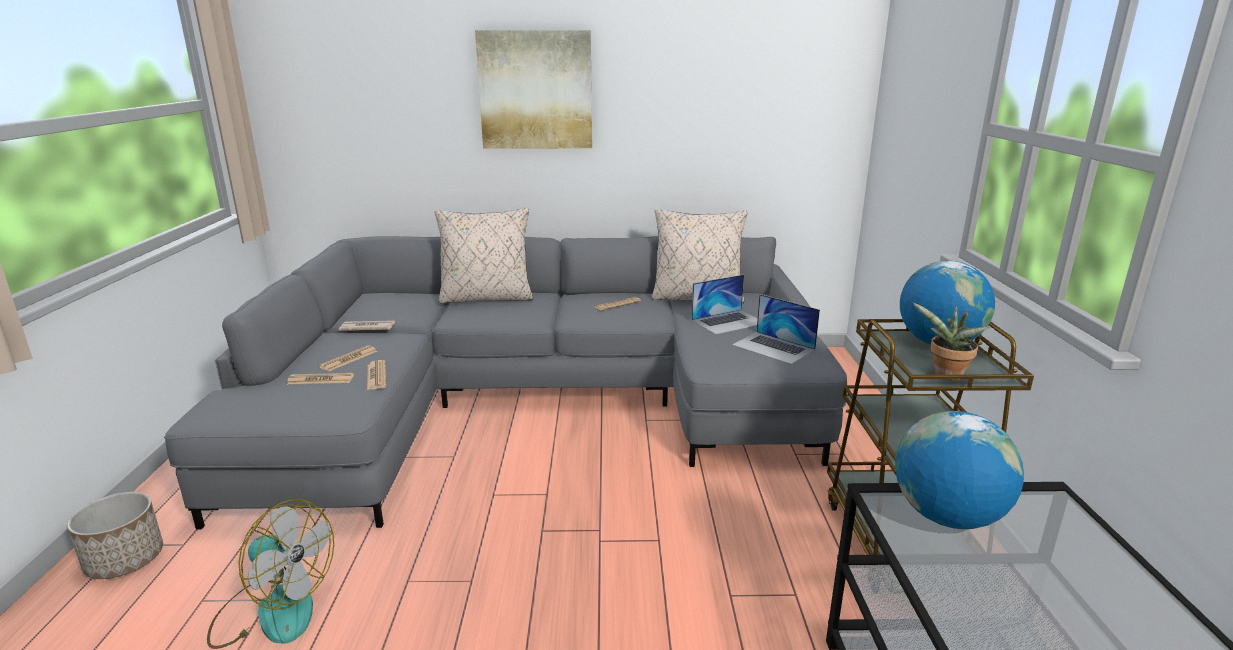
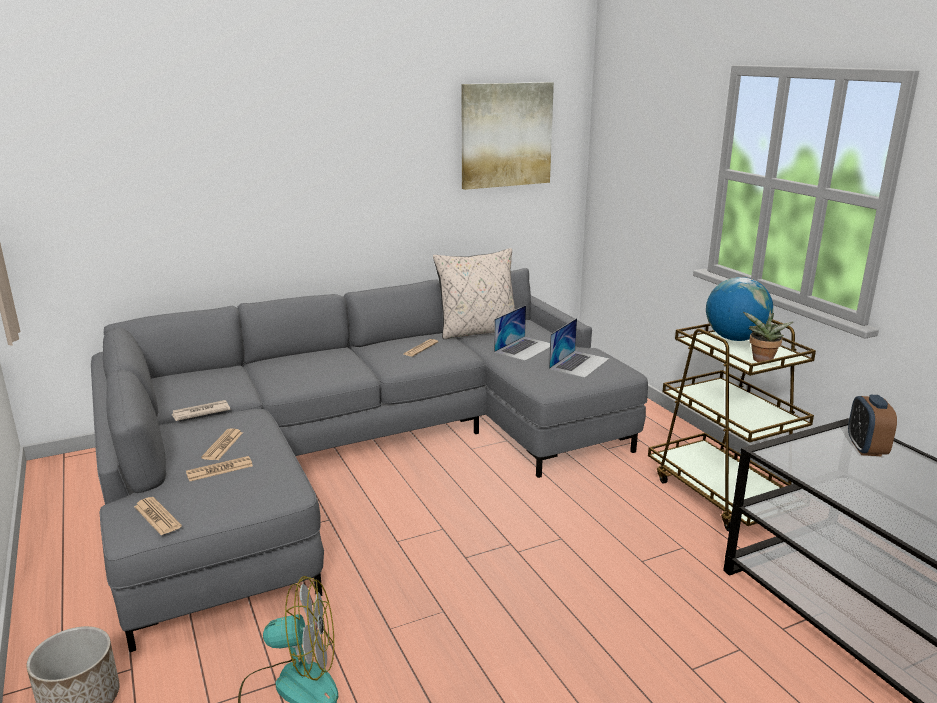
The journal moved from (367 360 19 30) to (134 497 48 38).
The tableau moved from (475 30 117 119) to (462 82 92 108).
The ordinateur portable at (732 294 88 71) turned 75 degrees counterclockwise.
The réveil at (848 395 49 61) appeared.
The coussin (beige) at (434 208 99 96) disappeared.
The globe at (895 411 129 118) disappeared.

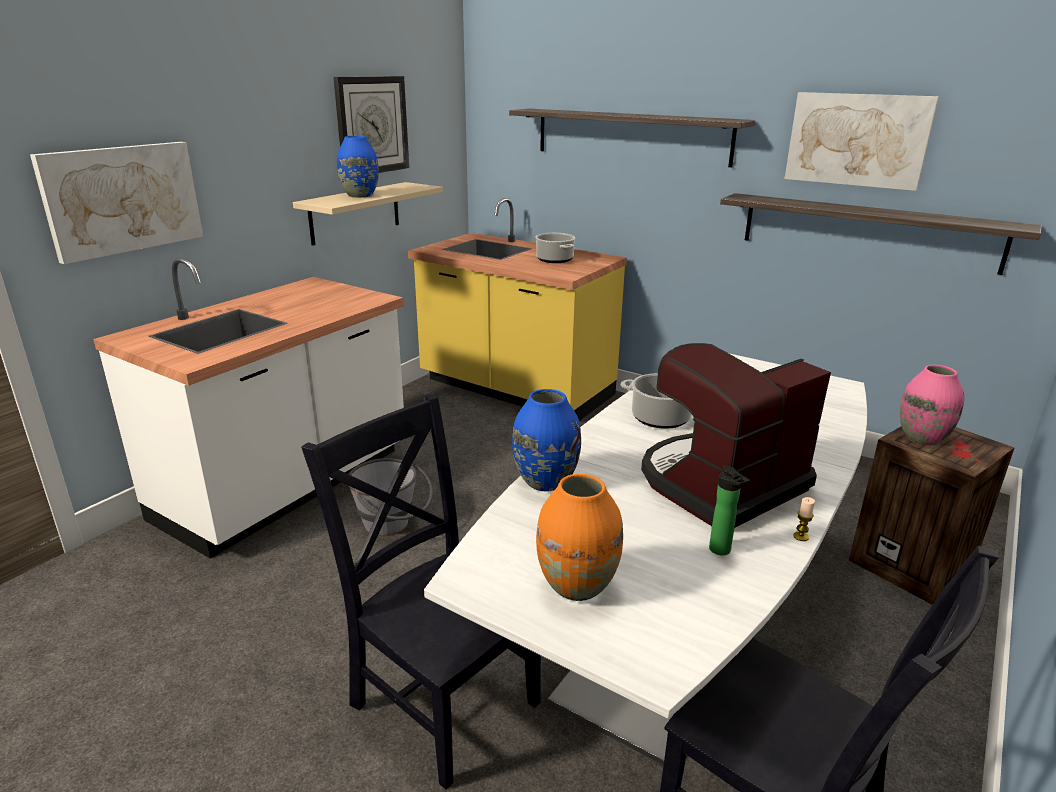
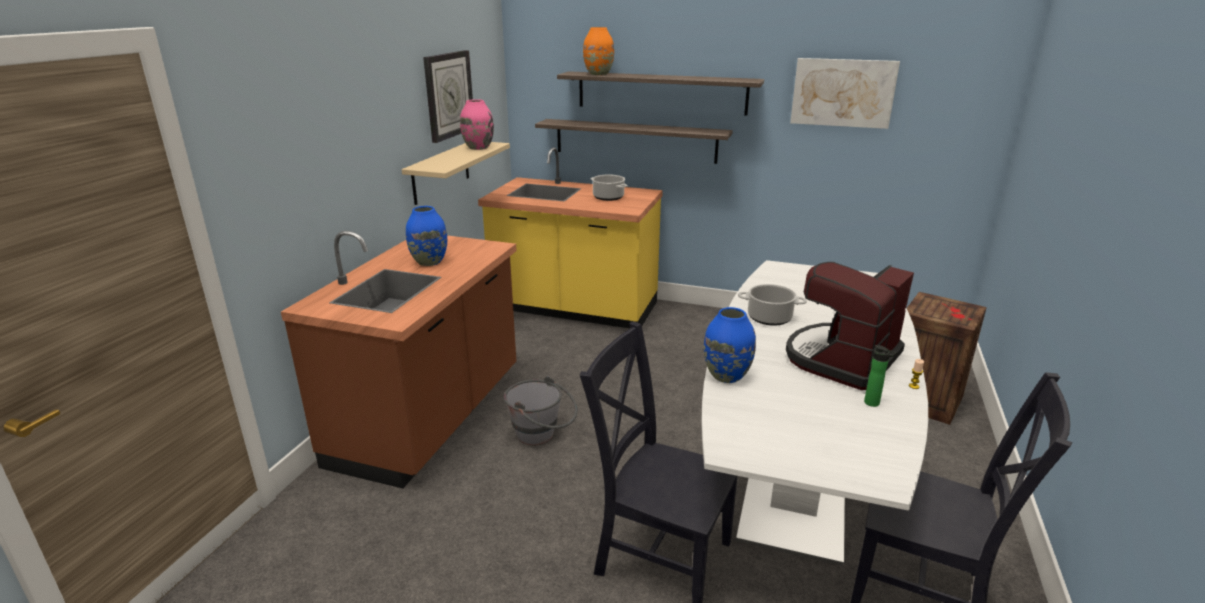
The comptoir de cuisine (blanc) at (93 258 311 301) became the comptoir de cuisine (marron) at (281 231 236 258).
The vase (bleu) moved from (337 136 42 62) to (406 206 41 60).
The vase (rose) moved from (900 365 64 81) to (460 99 34 51).
The étagère moved from (720 193 321 82) to (535 119 198 45).
The vase (orange) moved from (536 474 87 127) to (583 27 31 48).
The tableau at (30 142 173 122) disappeared.

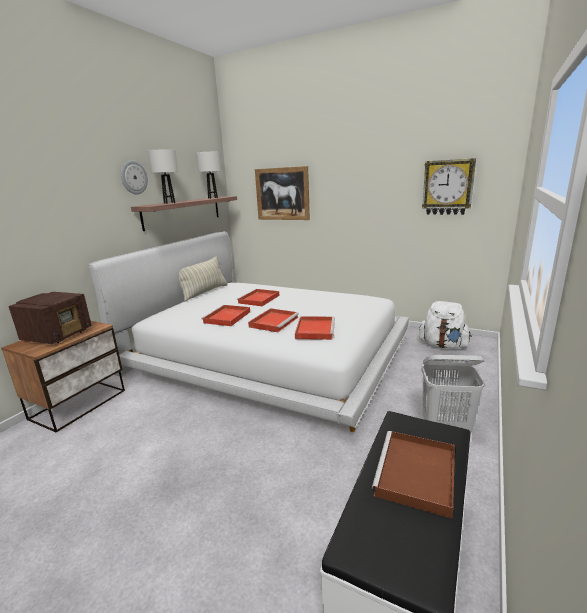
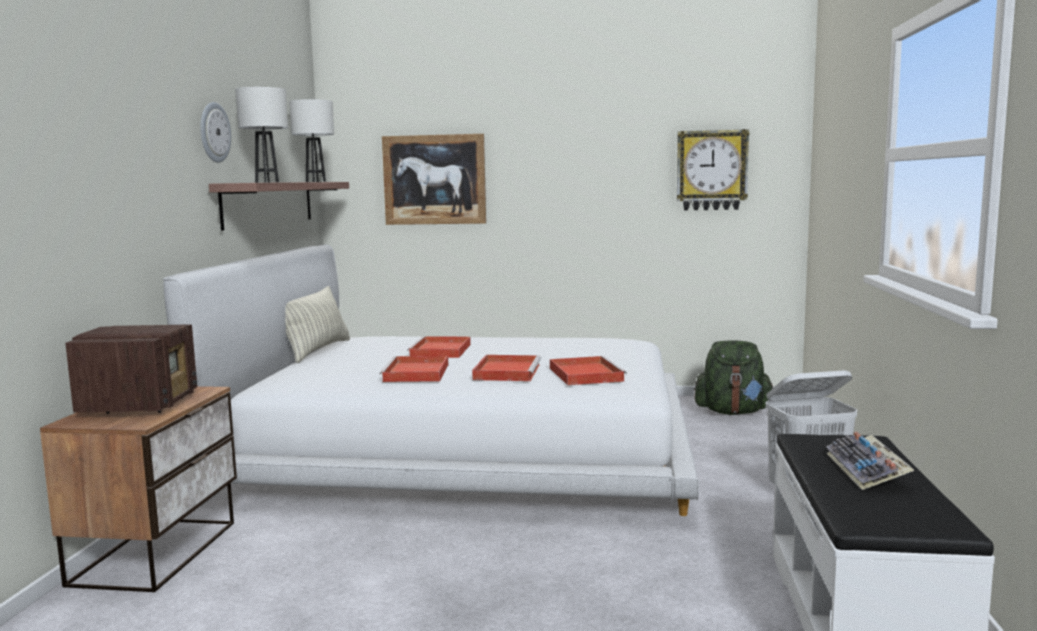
The sac à dos (blanc) at (419 301 53 48) became the sac à dos (vert) at (694 340 79 75).
The plateau (marron) at (372 431 83 87) was replaced by the clavier at (826 432 88 58).

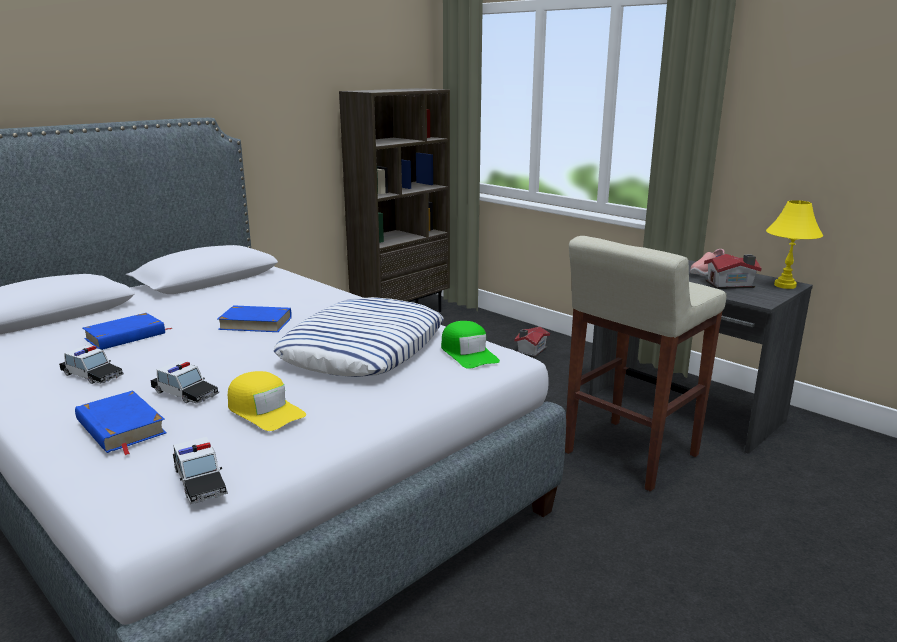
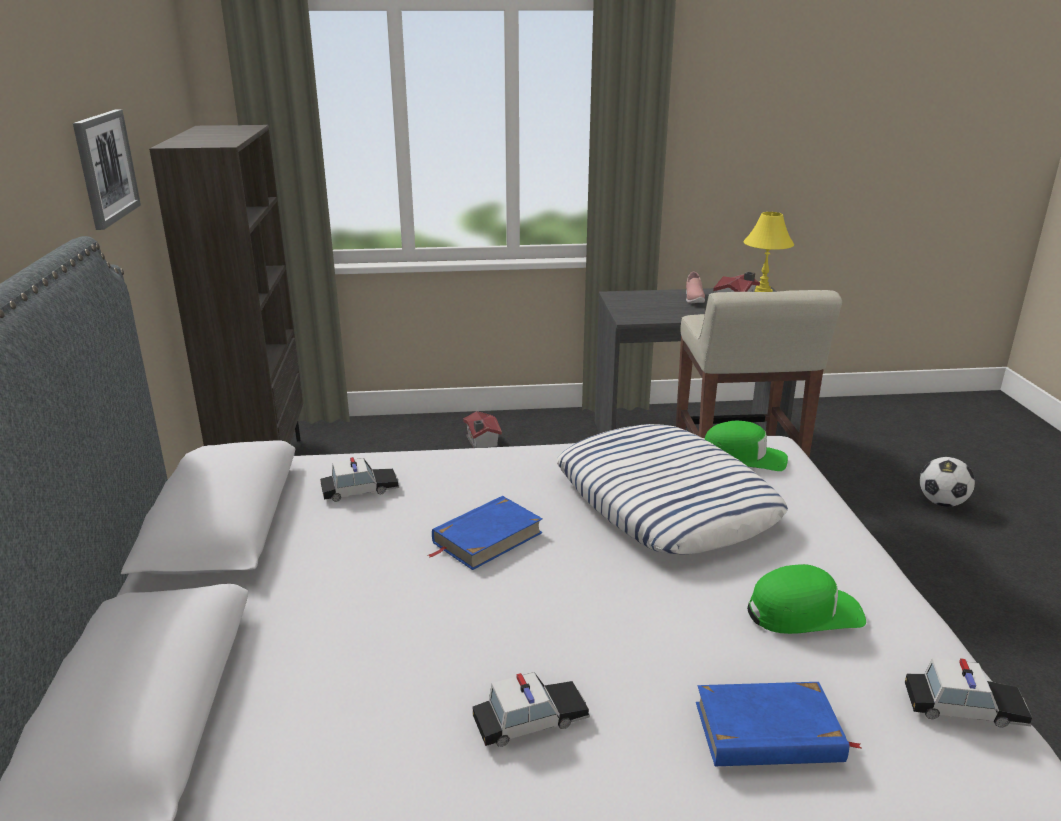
The tableau at (73 110 68 120) appeared.
The petite voiture moved from (150 361 69 43) to (320 457 79 45).
The casquette (jaune) at (228 371 78 60) became the casquette (vert) at (747 564 119 70).
The ballon de foot at (920 457 55 50) appeared.
The livre (bleu) at (83 313 89 37) disappeared.

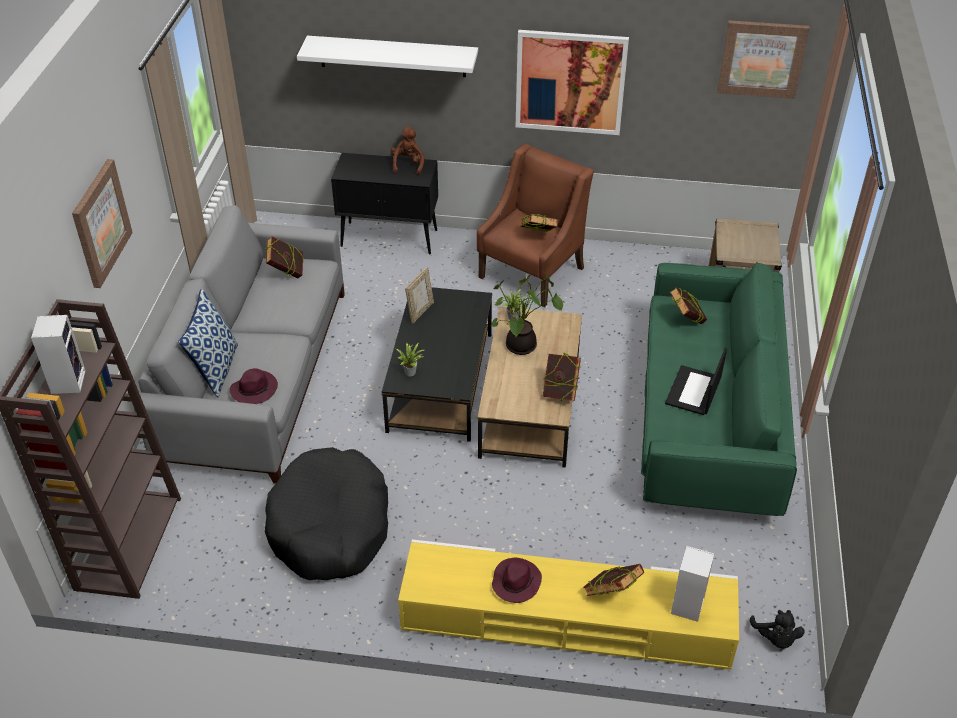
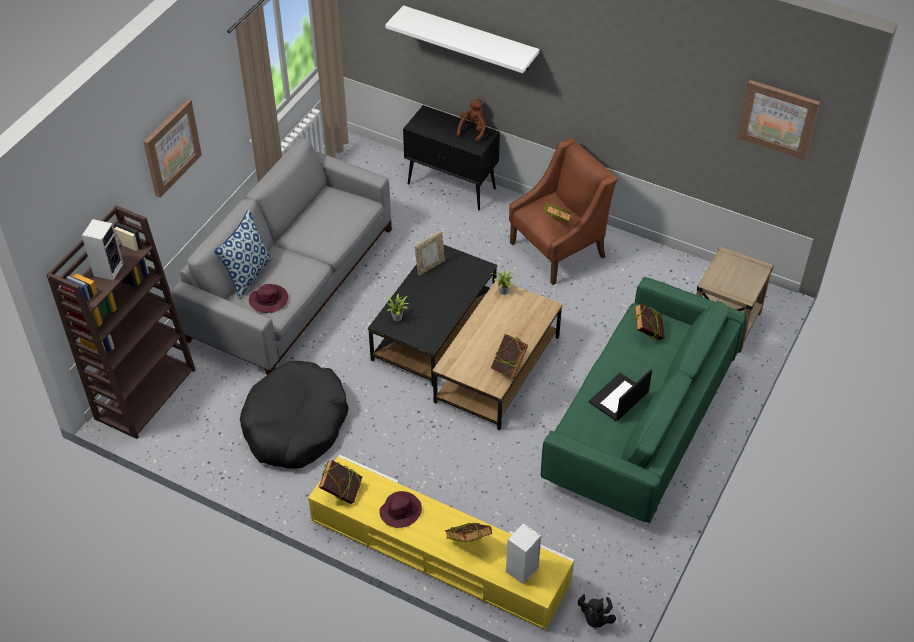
The livre moved from (265 236 39 42) to (319 460 44 44).
The plante en pot at (491 273 72 82) disappeared.
The tableau at (516 30 113 105) disappeared.

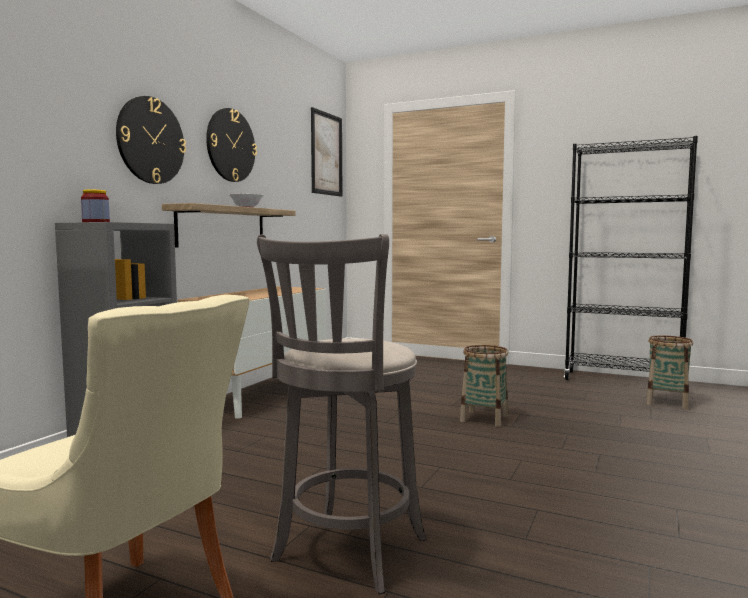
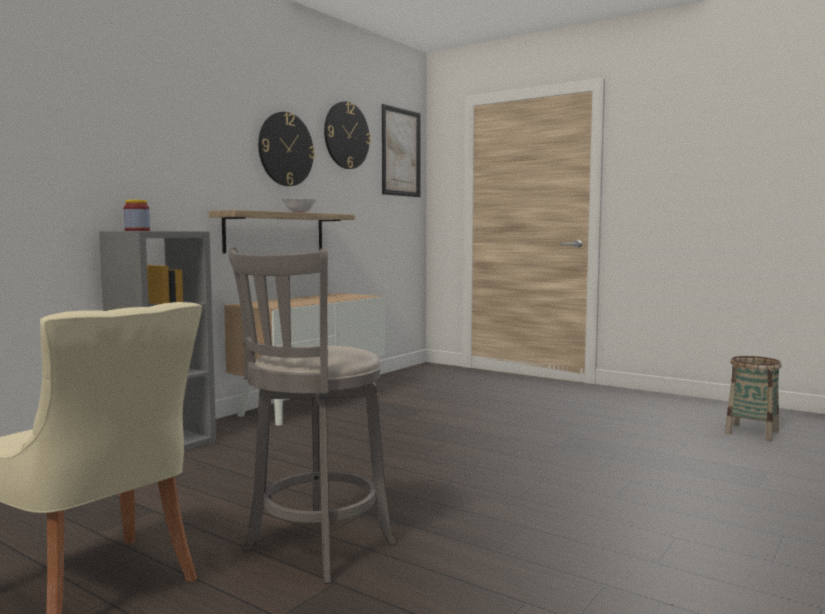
The horloge murale moved from (116 96 70 88) to (324 101 47 68).
The panier at (460 345 48 82) disappeared.
The bibliothèque (noir) at (564 136 134 244) disappeared.

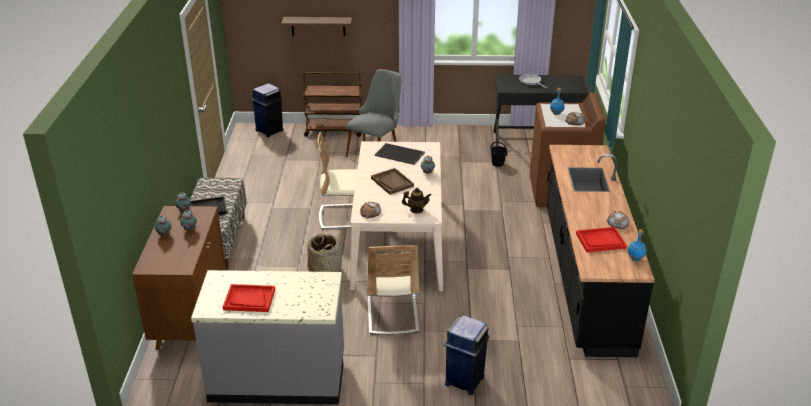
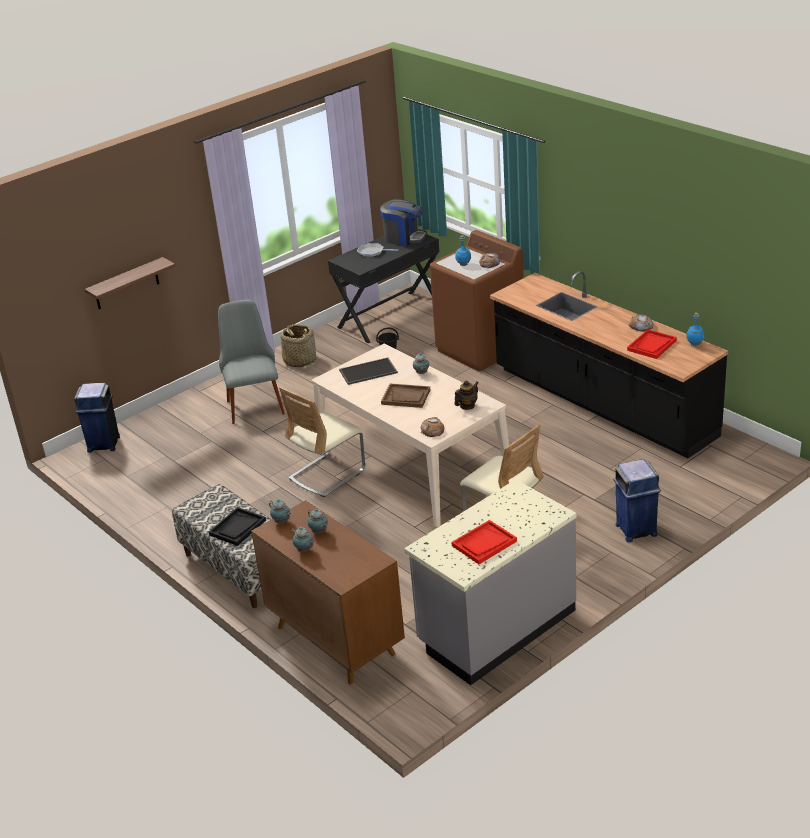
The panier moved from (307 233 35 39) to (281 324 35 43).
The machine à café at (380 199 47 47) appeared.
The chariot (marron) at (303 72 59 65) disappeared.

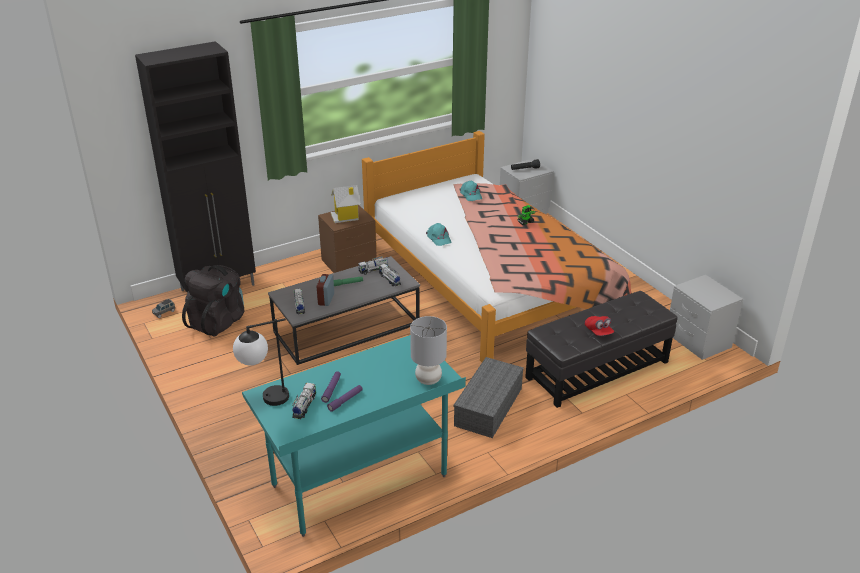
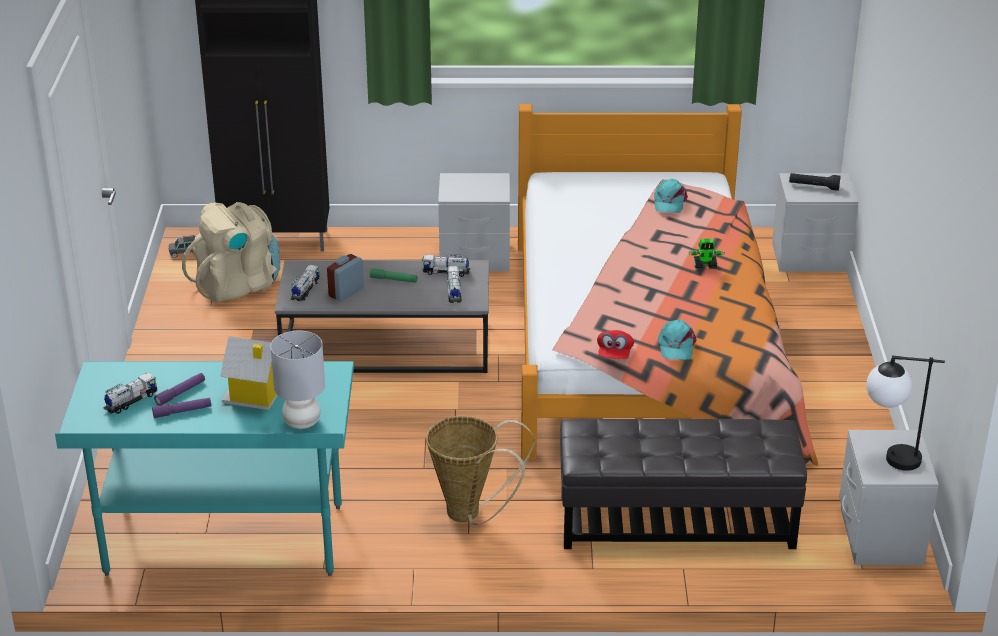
The sac à dos (noir) at (182 265 63 72) became the sac à dos (beige) at (182 202 98 101).
The maison miniature moved from (331 185 30 38) to (220 336 58 74).
The boîte de rangement (gris) at (453 357 71 81) was replaced by the panier at (426 416 109 109).
The table de chevet (marron) at (318 205 59 68) became the table de chevet (gris) at (438 173 72 99).
The casquette (rouge) moved from (585 316 29 20) to (597 330 37 29).
The casquette (turquoise) moved from (426 223 26 23) to (658 320 39 40).
The lampe de table moved from (233 318 56 88) to (866 356 79 115).

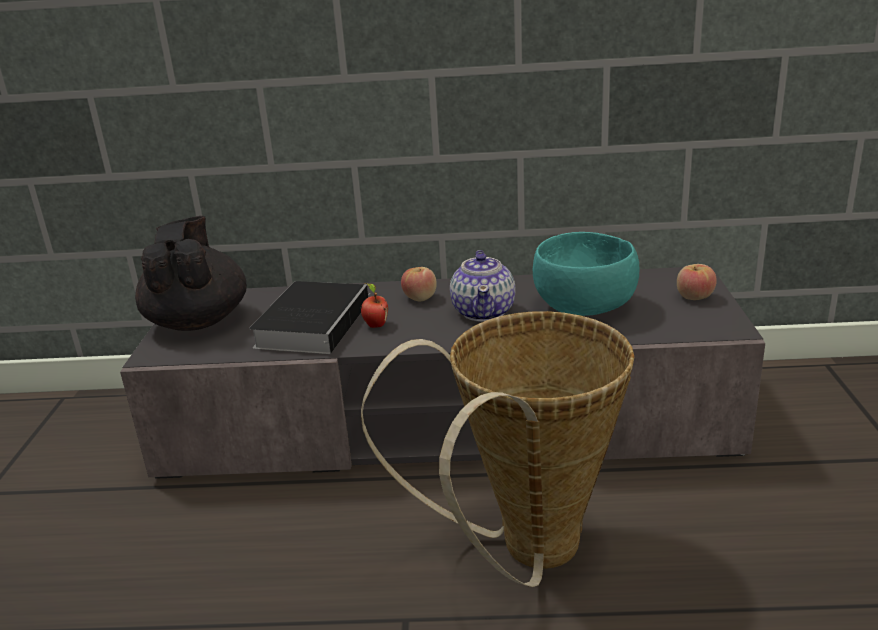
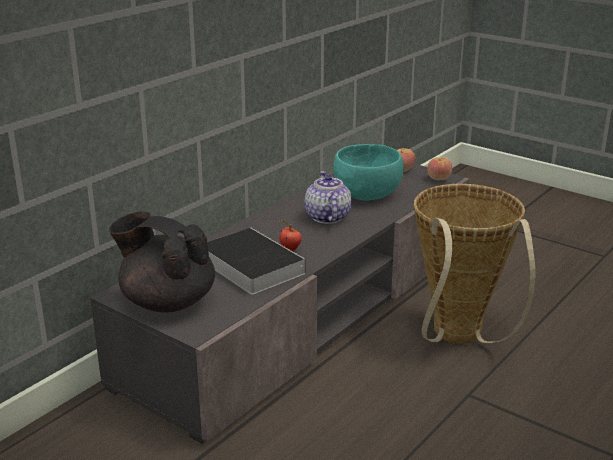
The théière at (450 250 65 72) turned 135 degrees counterclockwise.
The pomme moved from (401 267 36 34) to (427 157 25 23).

